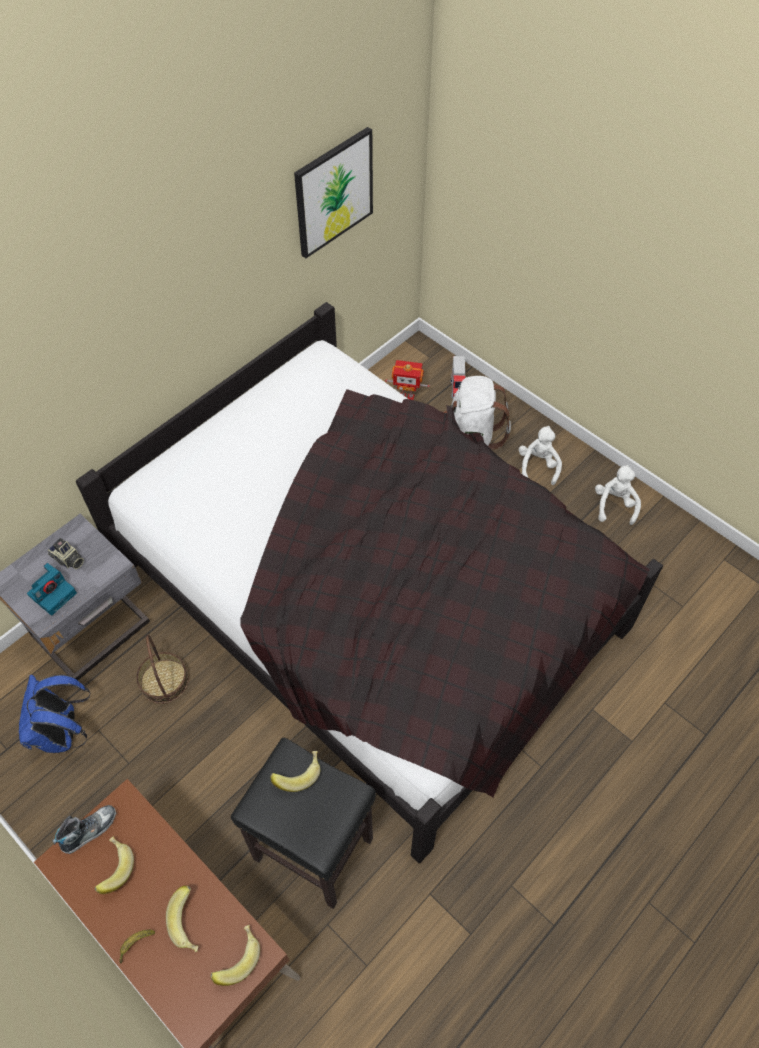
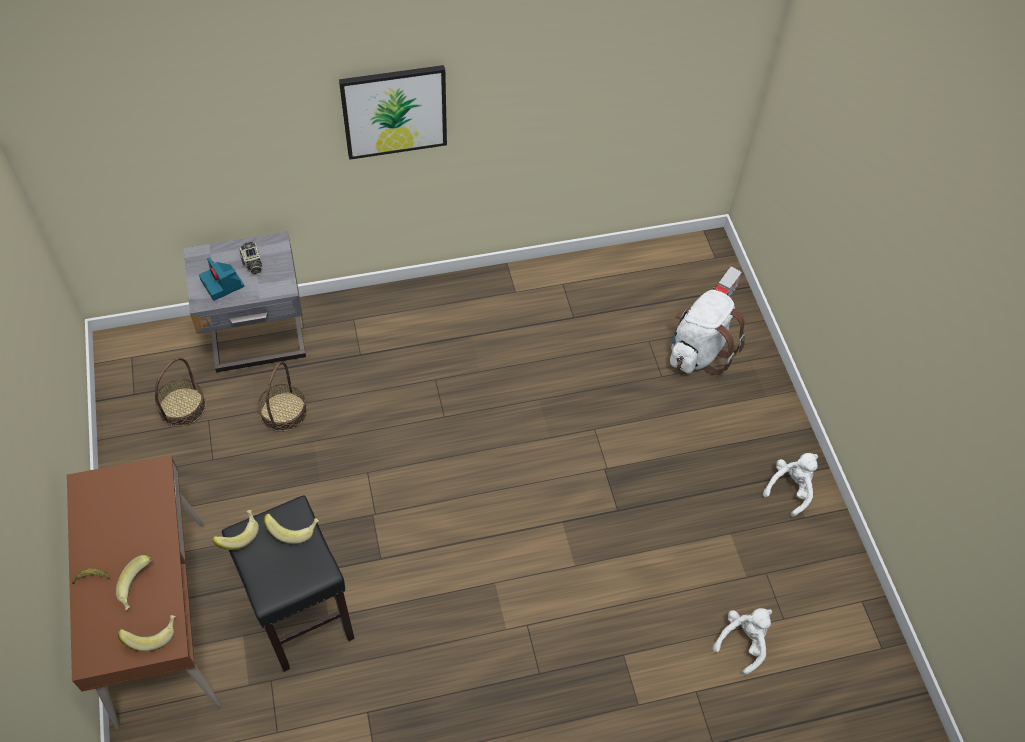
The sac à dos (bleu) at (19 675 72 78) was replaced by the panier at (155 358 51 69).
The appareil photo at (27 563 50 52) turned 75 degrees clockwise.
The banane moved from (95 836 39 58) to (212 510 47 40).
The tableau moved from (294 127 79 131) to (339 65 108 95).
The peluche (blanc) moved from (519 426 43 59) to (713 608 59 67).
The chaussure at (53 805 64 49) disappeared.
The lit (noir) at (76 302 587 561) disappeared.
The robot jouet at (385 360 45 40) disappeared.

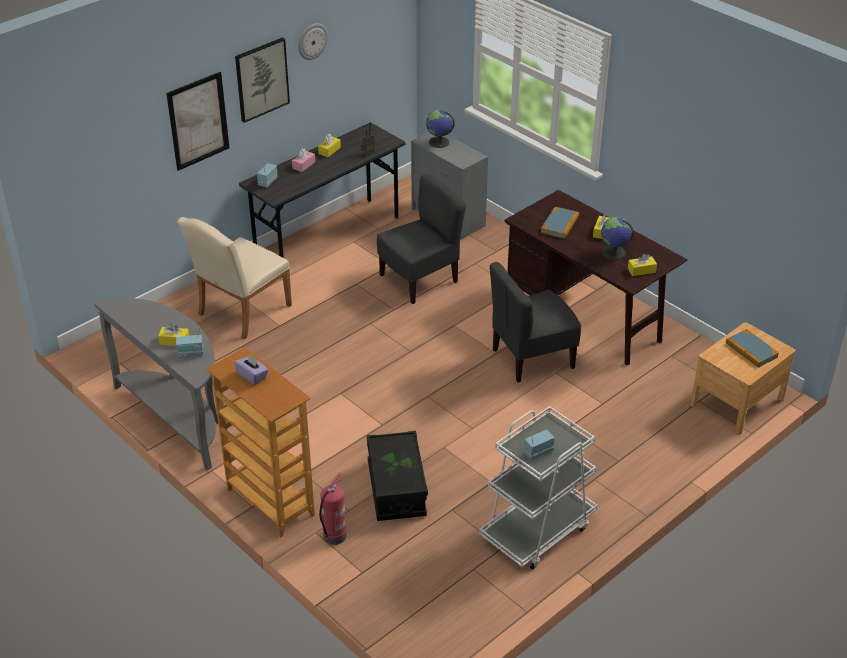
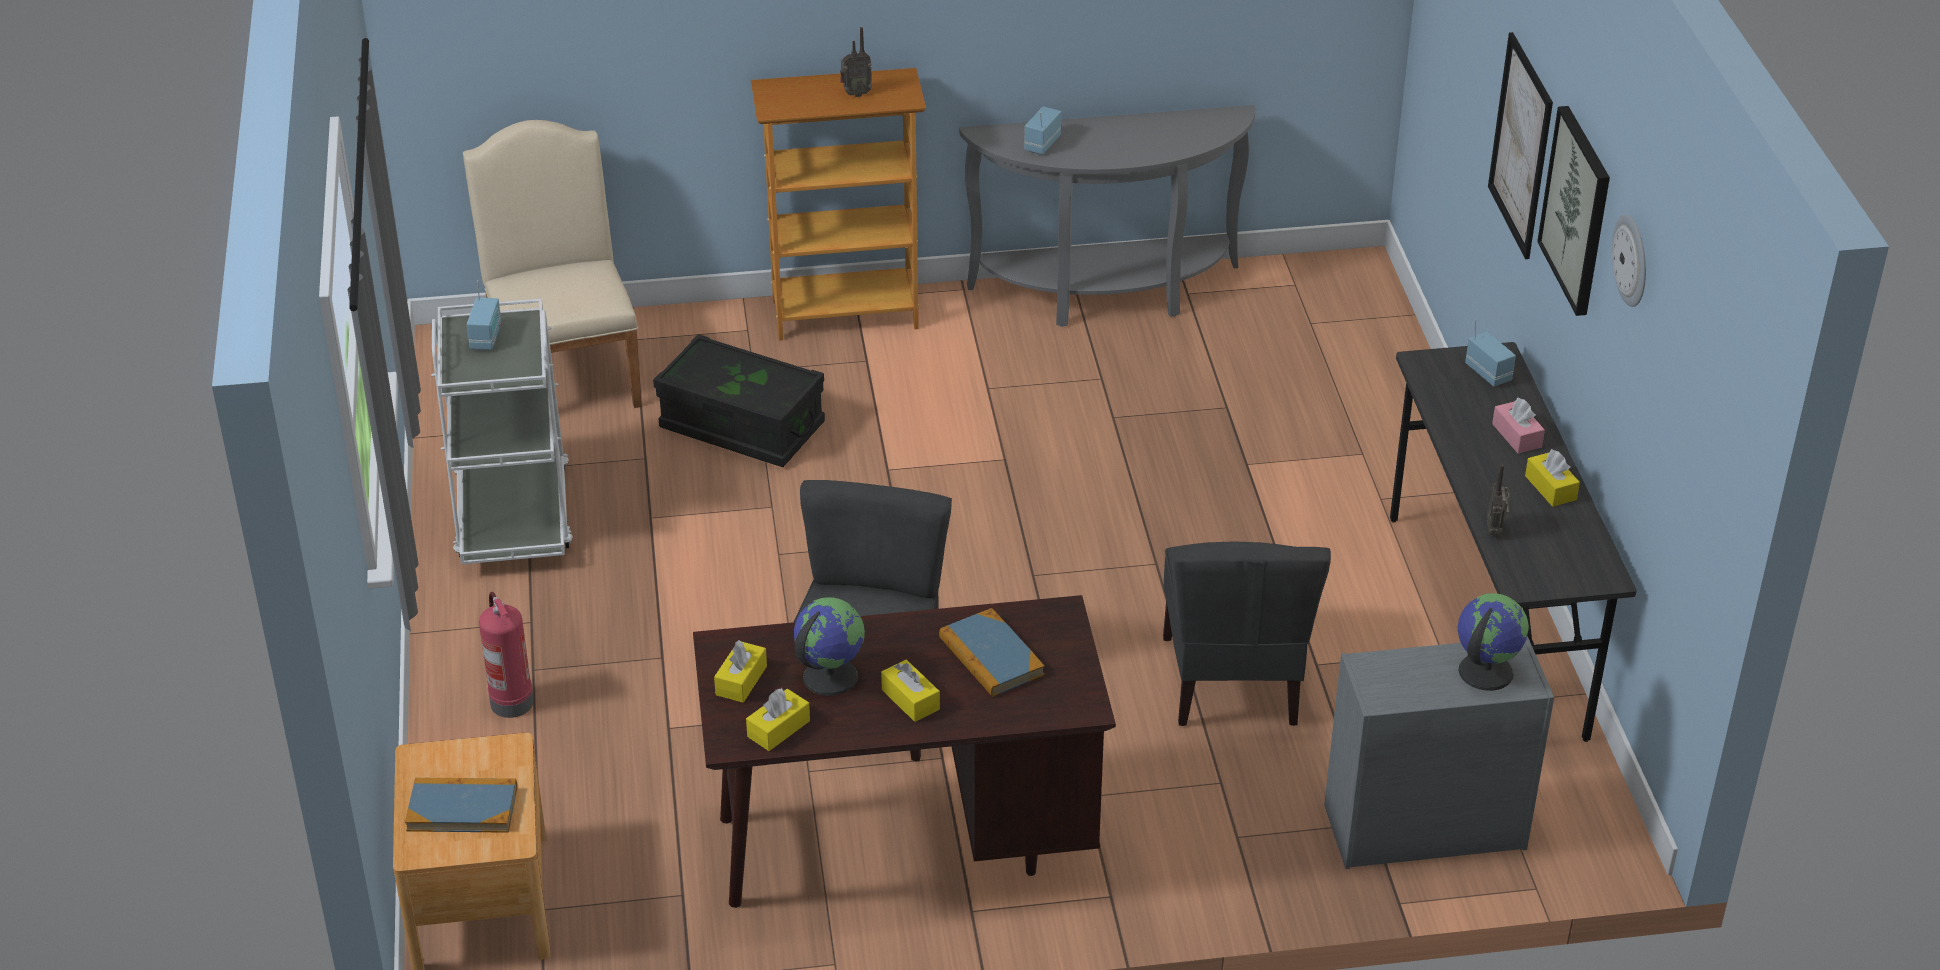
The chaise (beige) moved from (177 217 115 122) to (463 120 178 288).
The extincteur moved from (319 473 27 72) to (479 592 55 126).
The boîte à mouchoirs (jaune) moved from (158 324 31 22) to (746 688 64 63).
The boîte à mouchoirs (violet) at (234 354 34 31) was replaced by the radio at (840 27 32 70).

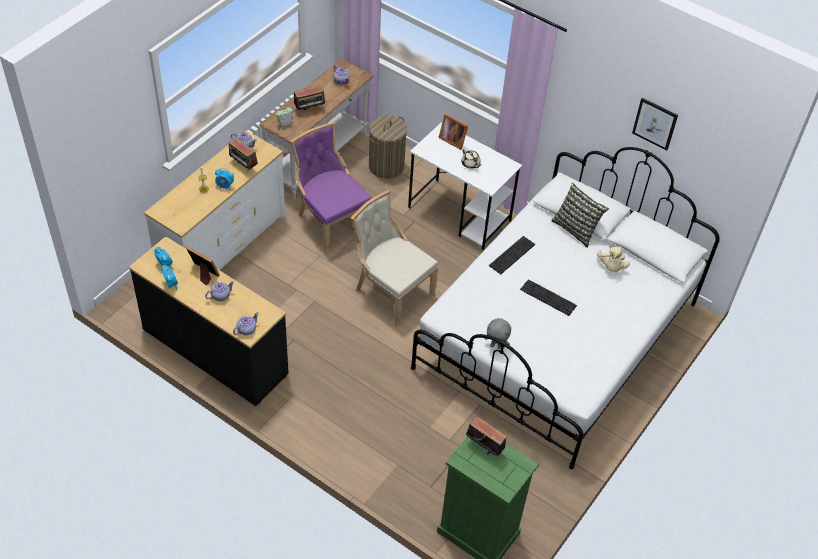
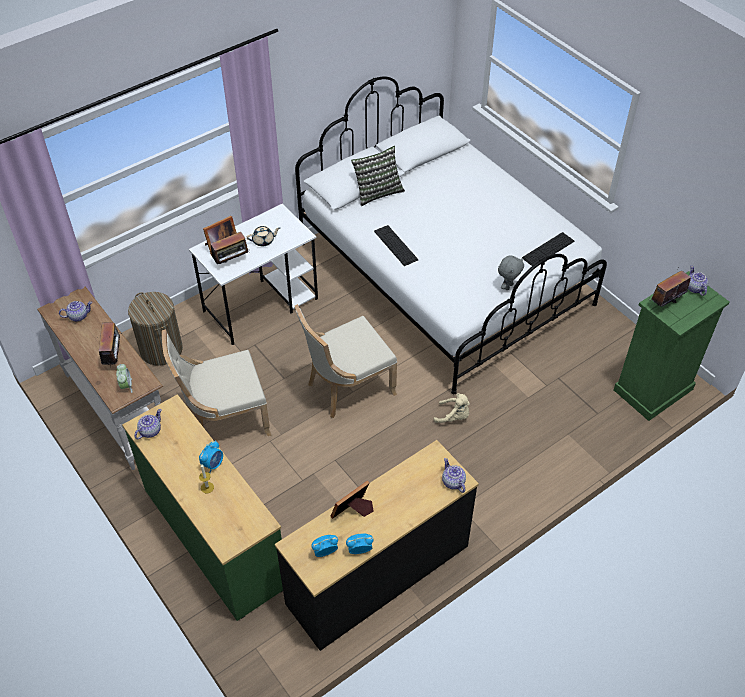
The commode (blanc) at (144 130 141 140) became the commode (vert) at (122 394 161 227).
The chaise (violet) at (290 122 82 133) became the chaise (beige) at (162 329 109 107).
The radio moved from (229 138 29 33) to (210 232 40 33).
The peluche (beige) moved from (597 246 33 26) to (434 393 36 30).
The clavier moved from (520 279 57 37) to (523 232 51 34).
The théière moved from (205 281 29 20) to (688 266 20 30).
The tableau at (632 98 46 53) disappeared.

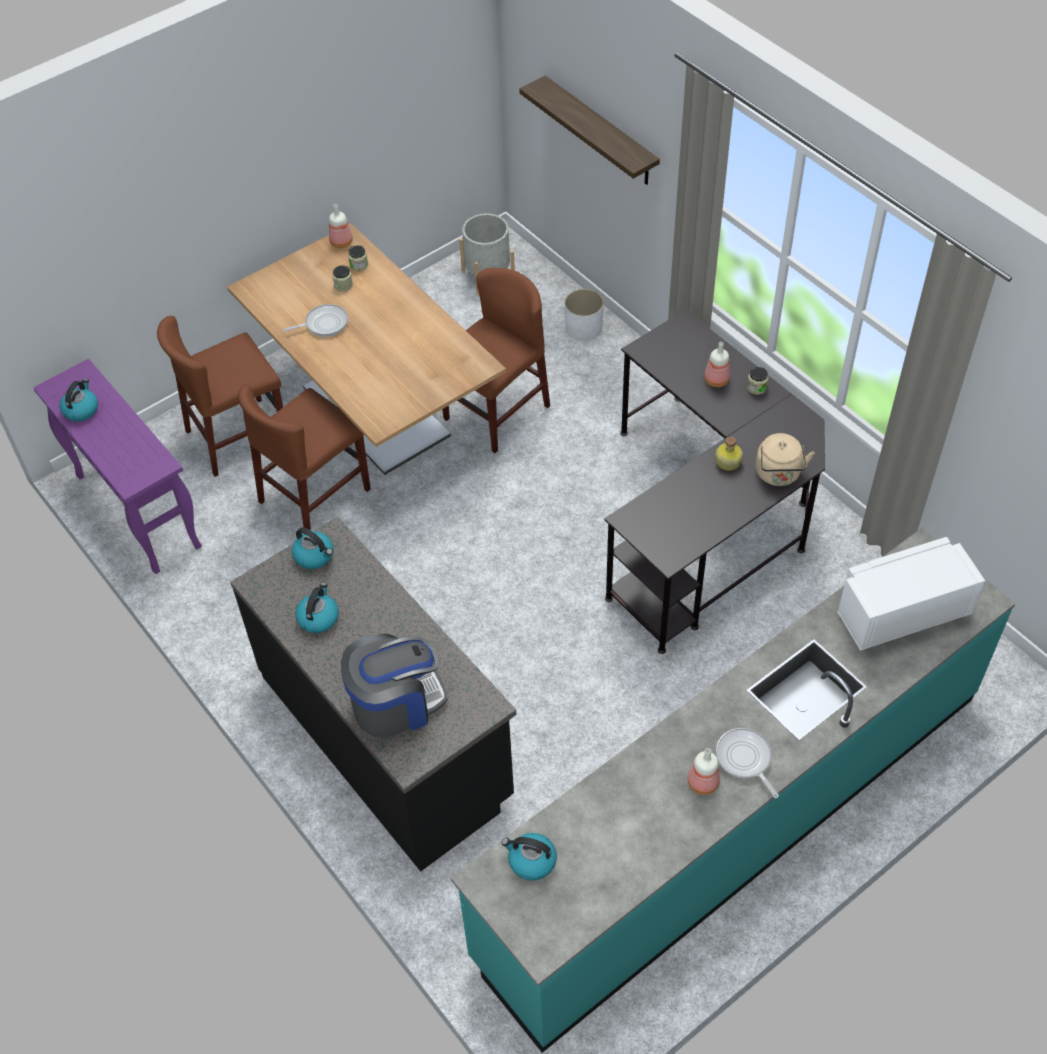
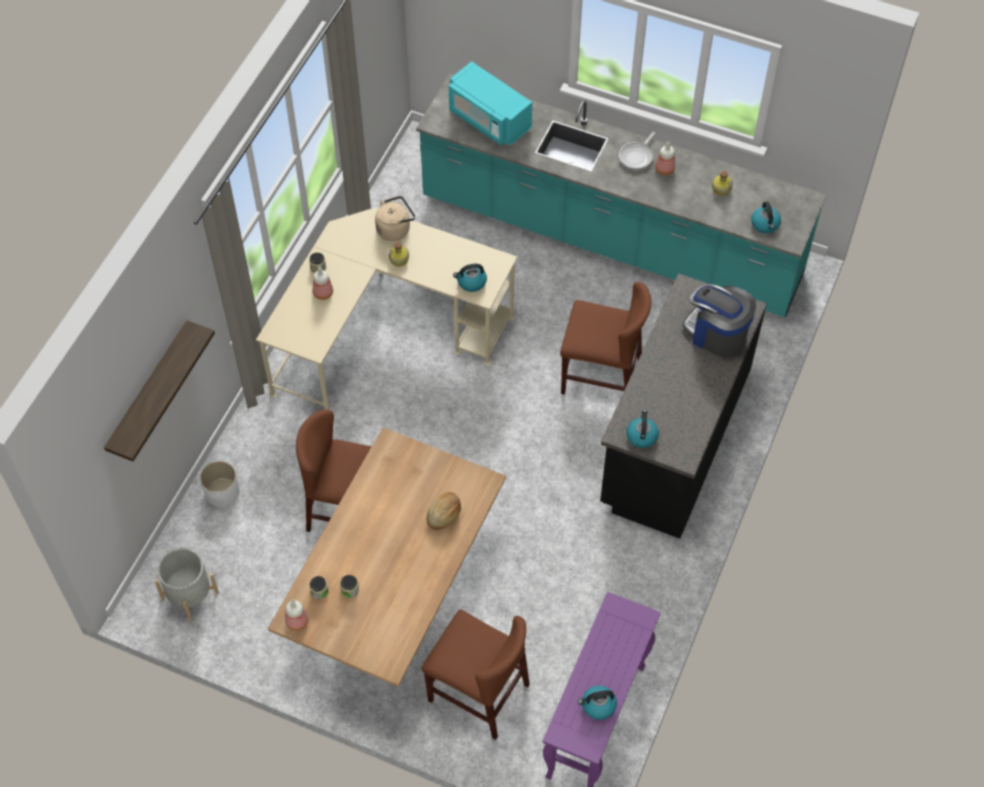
The bureau (noir) at (604 309 221 345) became the bureau (beige) at (256 208 262 202).
The pain at (426 492 35 38) appeared.
The micro-ondes (blanc) at (838 537 147 114) became the micro-ondes (turquoise) at (449 61 83 85).
The bouilloire moved from (296 583 43 50) to (453 264 34 28).
The chaise (marron) moved from (238 384 133 146) to (560 282 91 113).
The bouteille at (712 171 21 25) appeared.
The poêle at (283 304 65 33) disappeared.

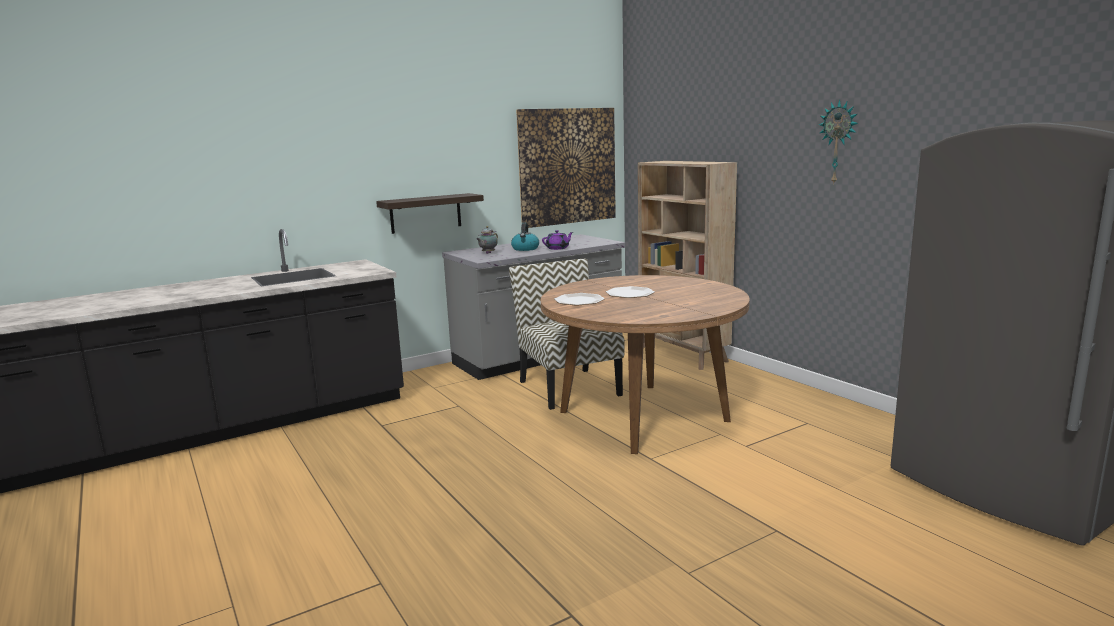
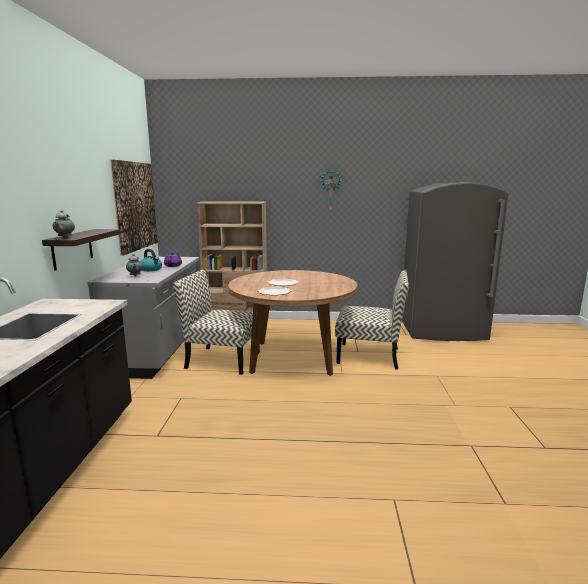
The théière at (53 210 22 29) appeared.
The chaise at (335 270 74 100) appeared.

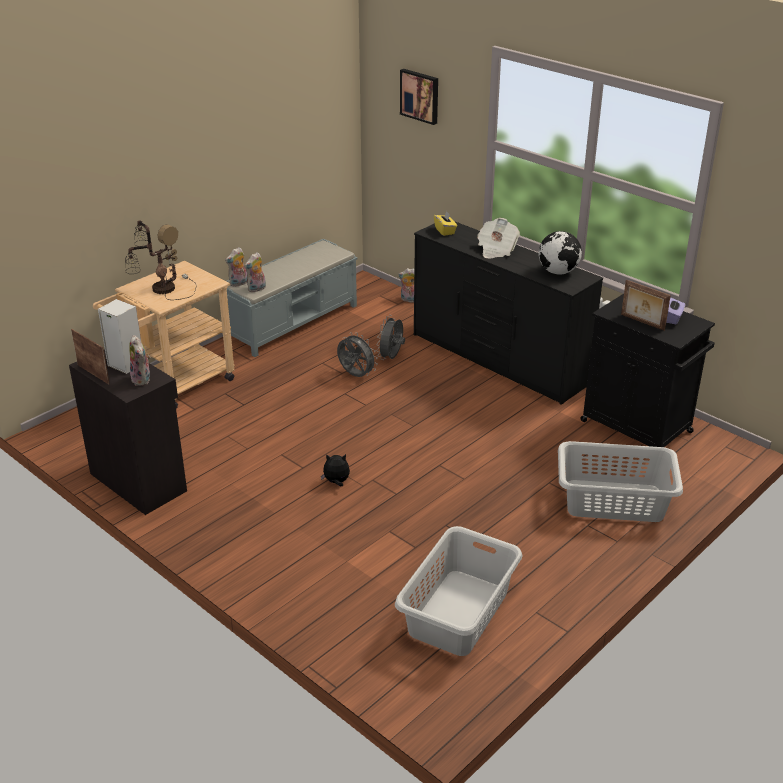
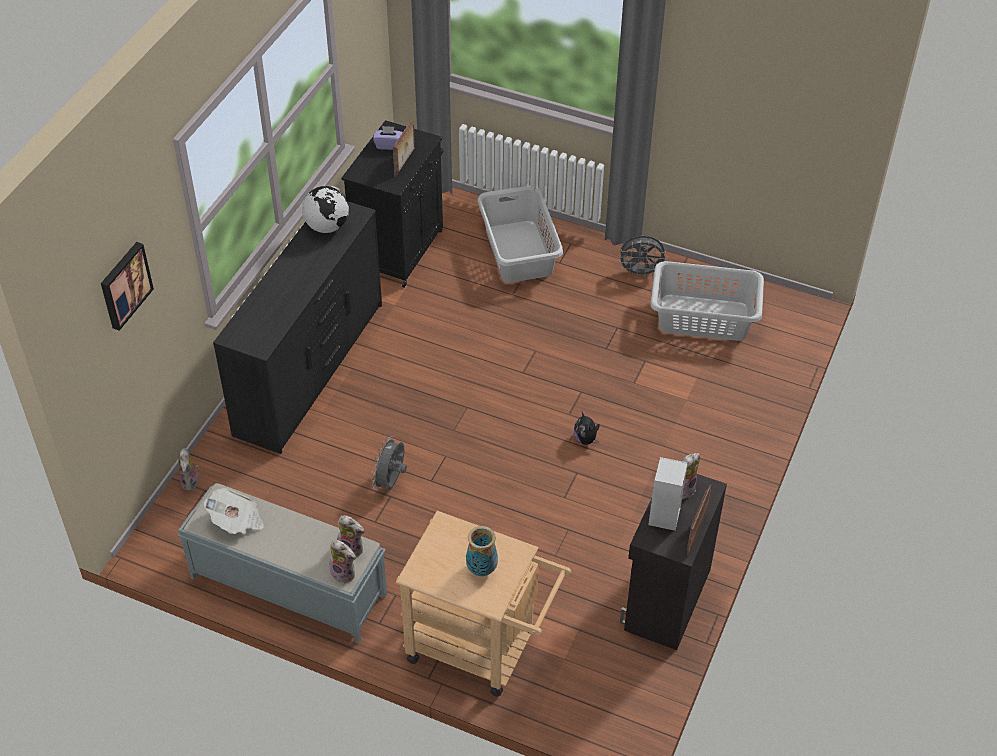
The journal moved from (477 218 43 40) to (204 488 60 46).
The lampe de table at (125 220 71 80) was replaced by the vase at (466 526 32 50).
The ventilateur (gris) moved from (376 315 29 45) to (617 236 51 42).
The boîte à mouchoirs (jaune) at (434 211 23 25) disappeared.

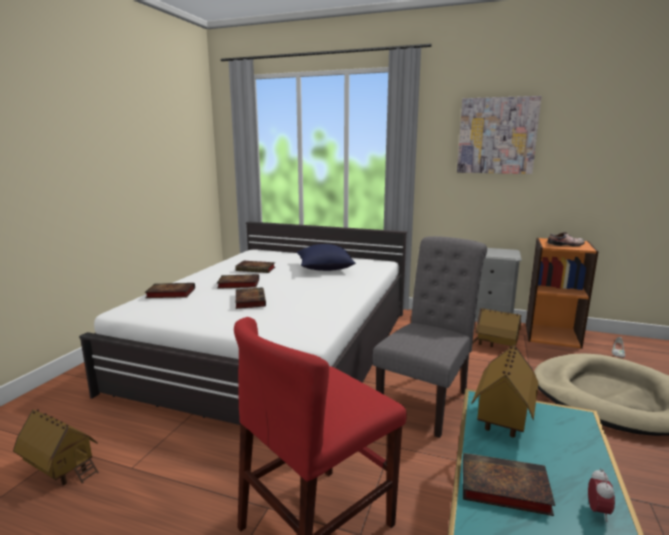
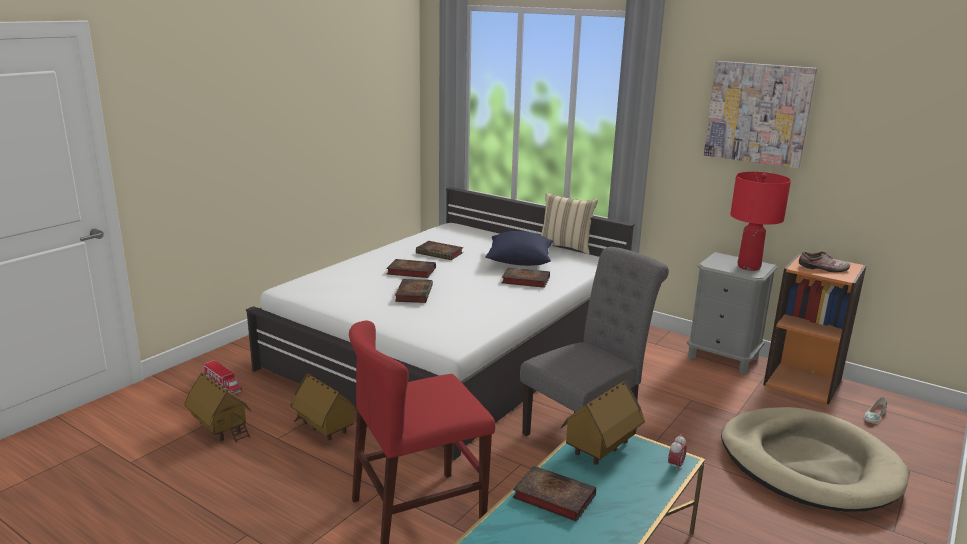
The camion jouet at (204 360 38 34) appeared.
The maison miniature moved from (472 308 49 40) to (290 373 67 68).
The livre moved from (144 283 51 15) to (502 267 48 21).
The coussin (beige) at (541 193 57 61) appeared.
The réveil moved from (588 468 27 54) to (668 435 19 33).
The lampe de table (rouge) at (730 172 61 99) appeared.

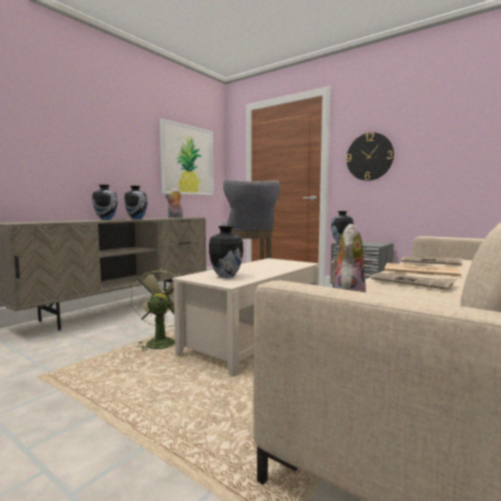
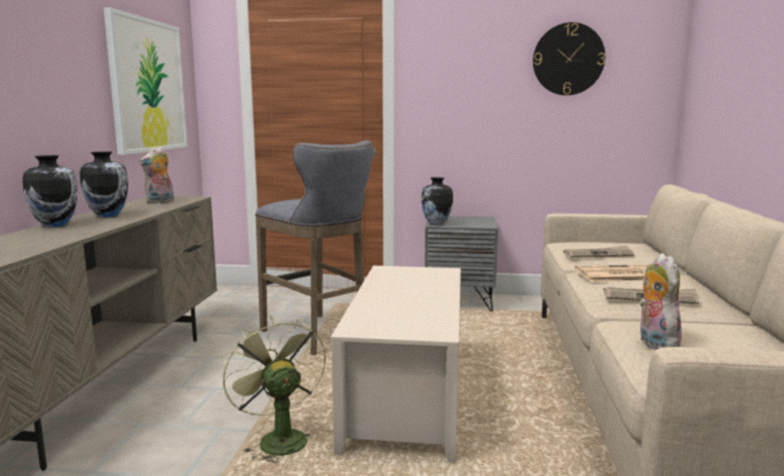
The horloge murale moved from (346 132 48 49) to (533 22 72 73).
The vase at (209 226 34 52) disappeared.

